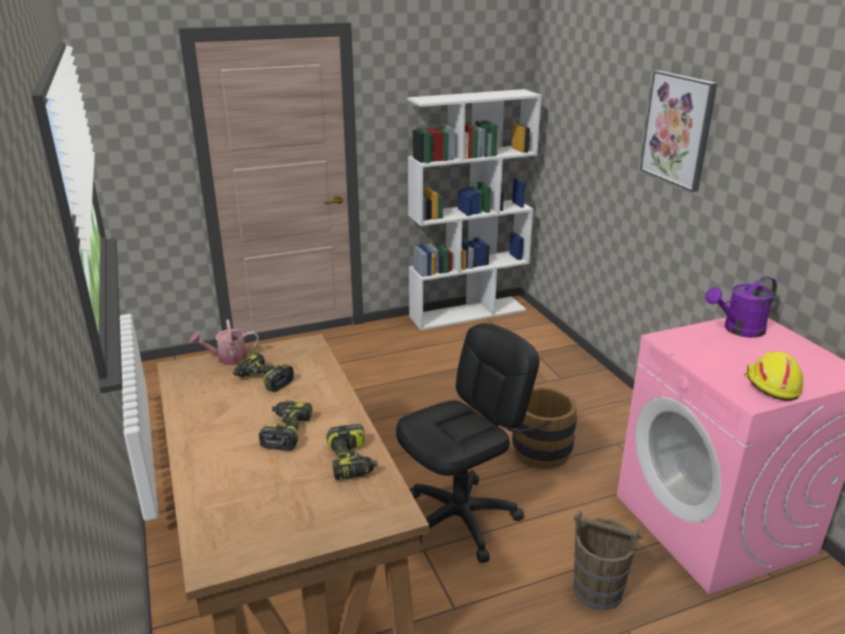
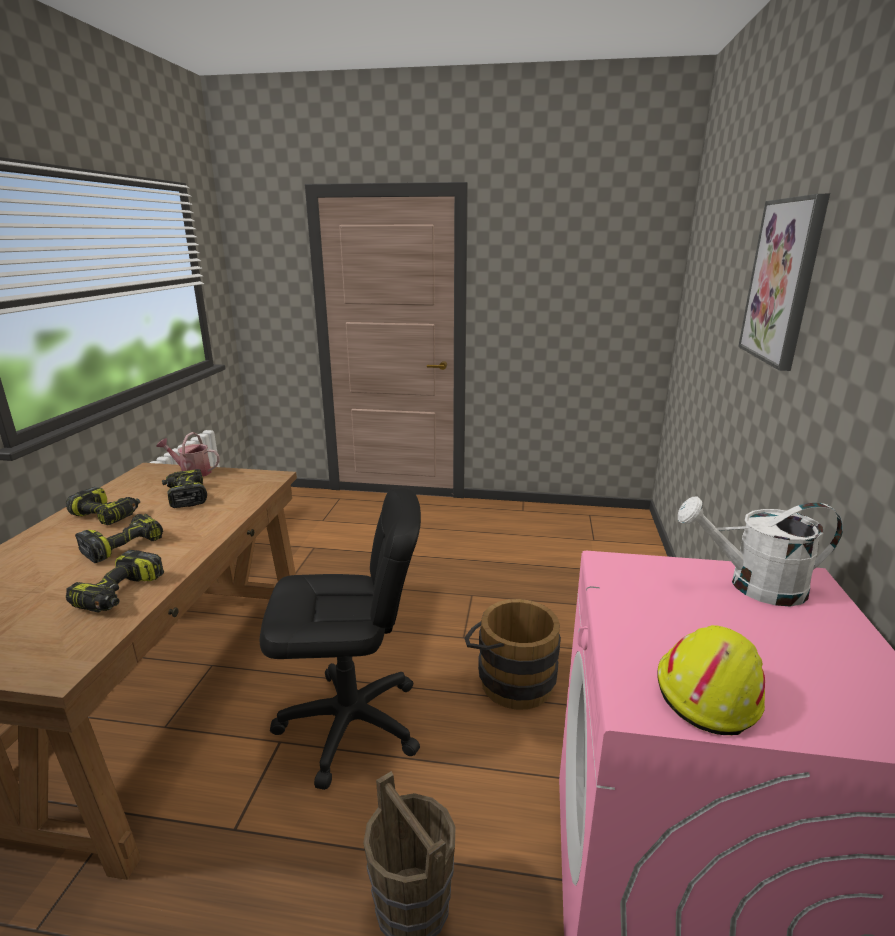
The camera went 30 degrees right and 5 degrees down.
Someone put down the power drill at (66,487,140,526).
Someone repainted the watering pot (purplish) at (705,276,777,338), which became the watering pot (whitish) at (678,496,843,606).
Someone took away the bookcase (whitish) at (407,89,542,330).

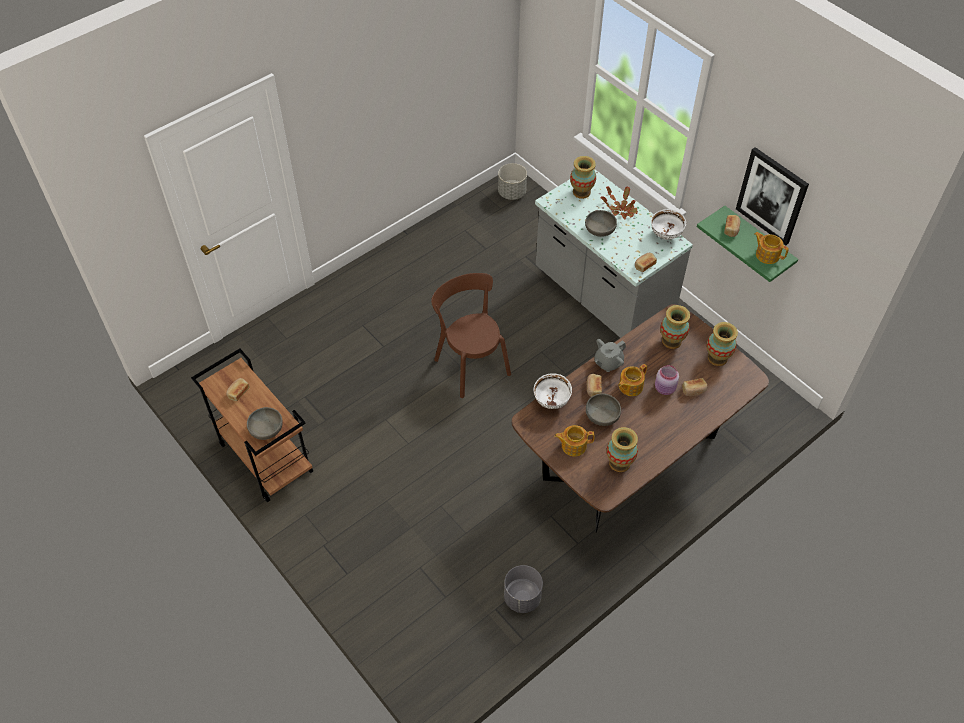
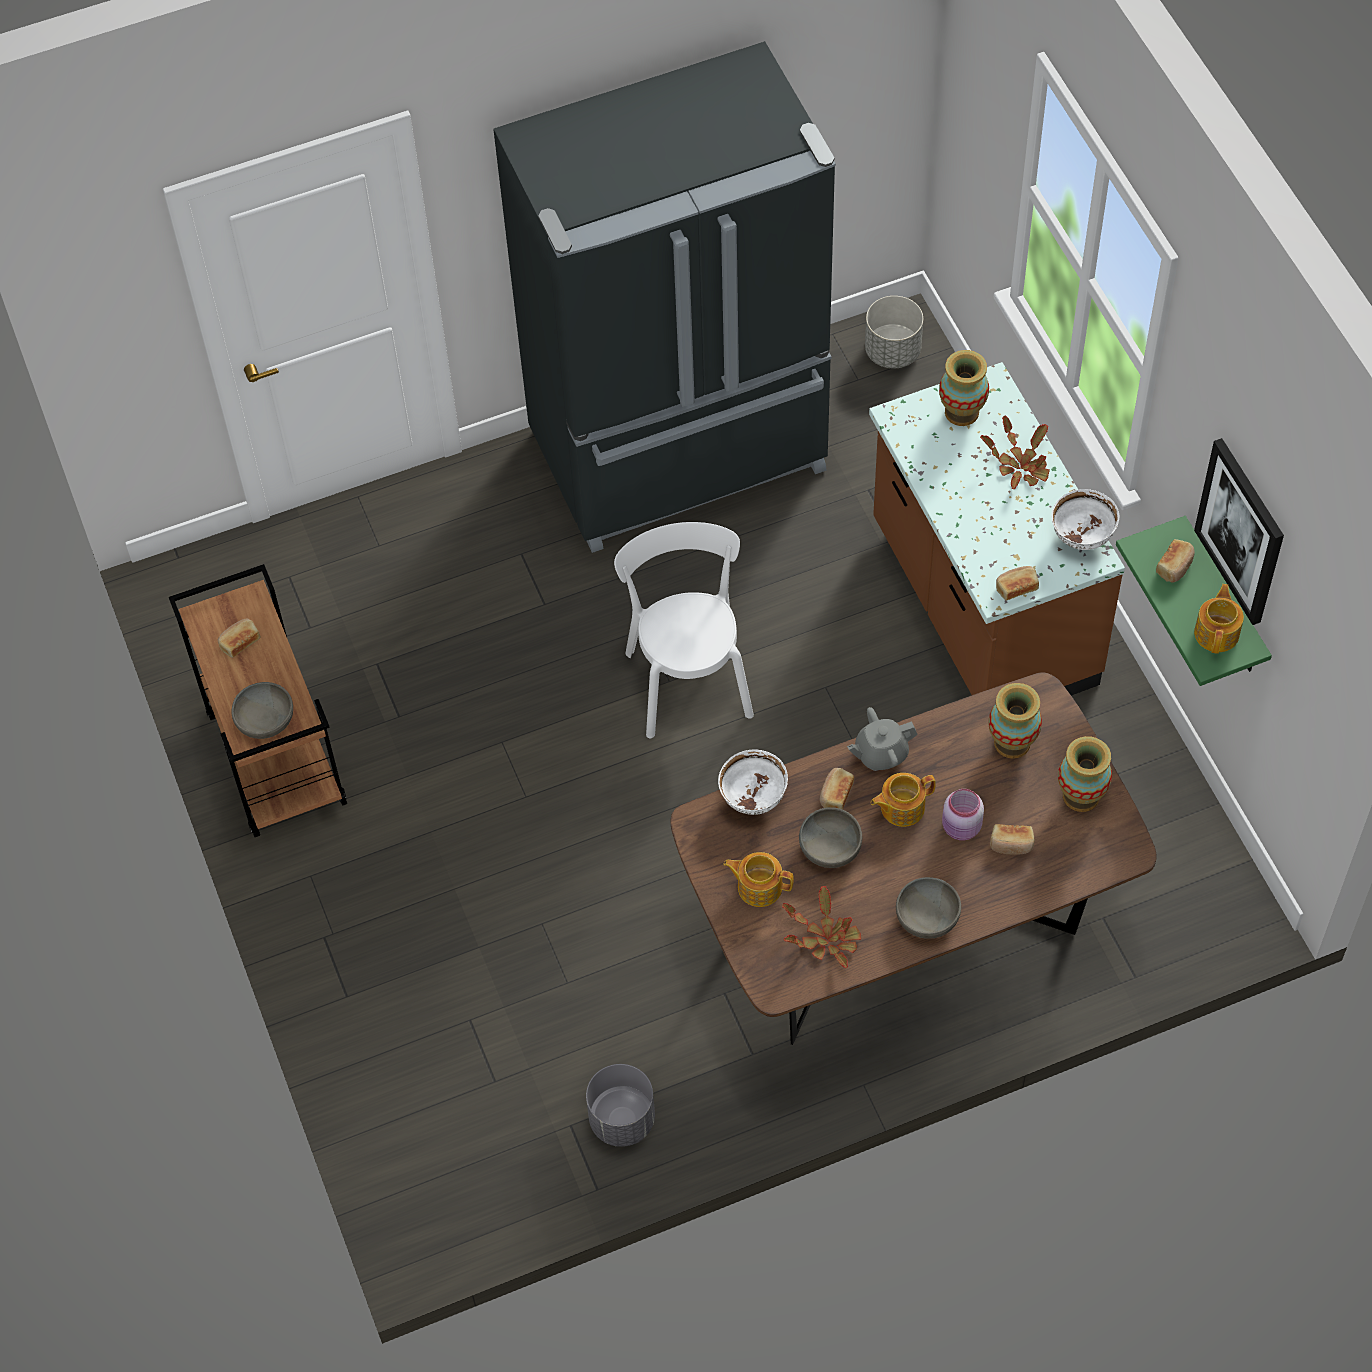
The camera went 20 degrees right and 5 degrees up.
Someone put down the kitchen fridge (blackish) at (493,41,836,553).
Someone repainted the chair (brown) at (431,273,511,398), which became the chair (whitish) at (614,522,754,739).
Someone swapped the decorative vase at (607,427,638,472) for the houseplant at (782,886,861,968).
Someone repainted the kitchen base unit (greyish) at (535,169,693,338), which became the kitchen base unit (brown) at (869,362,1125,696).
Someone carried the bowl (greyish) from (585,210,617,237) to (896,877,961,939).
Someone rotated the teapot at (754,232,789,264) by 45 degrees clockwise.

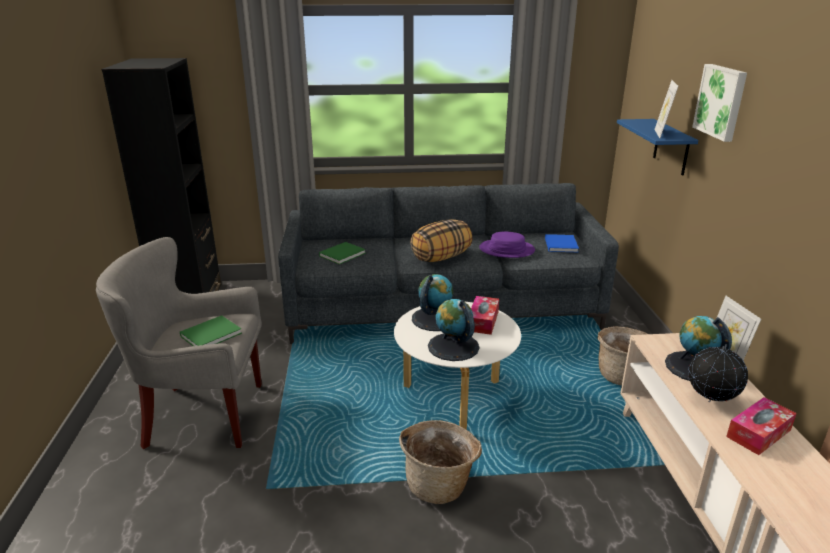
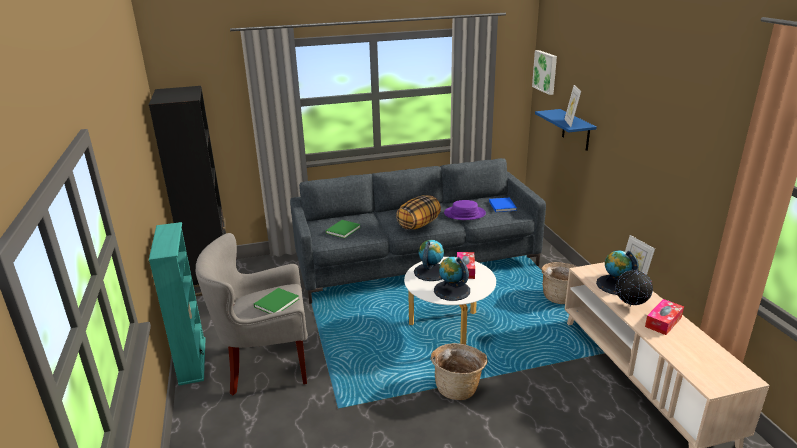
The camera went 10 degrees left and 0 degrees up.
Someone put down the bookcase (turquoise) at (149,222,206,386).
Someone carried the wall art from (692,64,747,142) to (532,50,557,95).

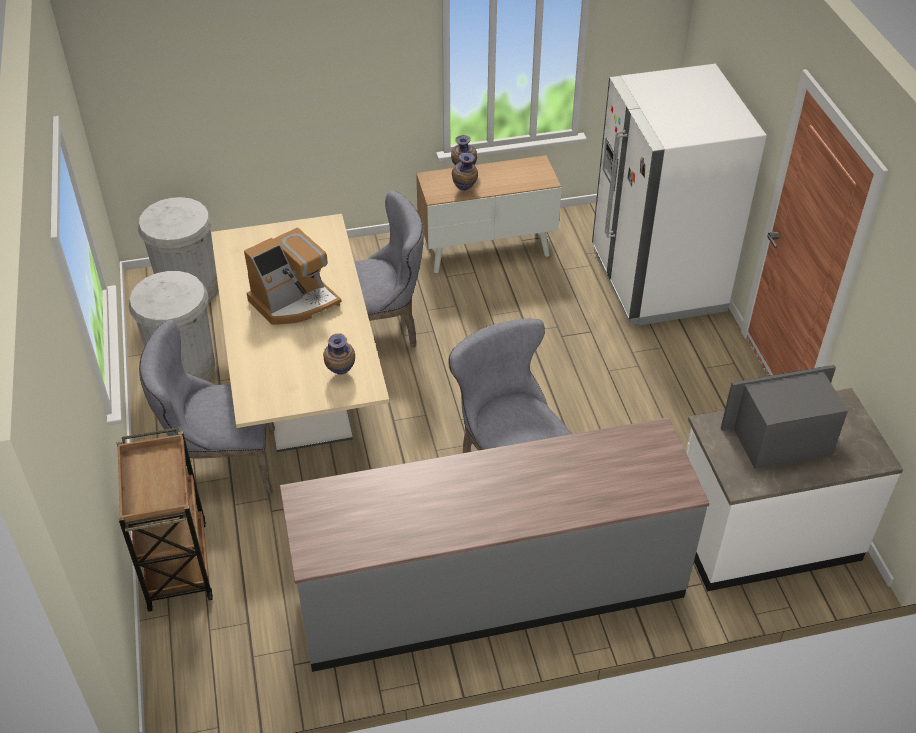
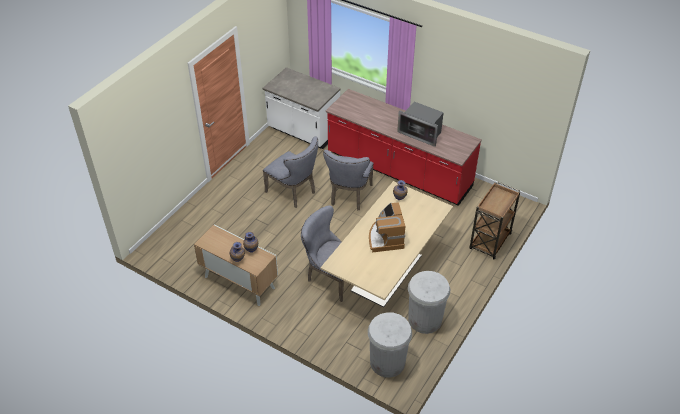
The camera went 135 degrees left and 0 degrees up.
Someone carried the chair (greyish) from (139,320,275,494) to (263,136,318,208).
Someone repainted the kitchen base unit (greyish) at (280,417,709,672), which became the kitchen base unit (red) at (326,89,482,206).
Someone rotated the coffee brewer at (244,227,342,325) by 105 degrees counterclockwise.
Someone carried the kitchen microwave from (721,365,848,469) to (397,102,444,147).
Someone took away the kitchen fridge (whitish) at (592,64,767,325).

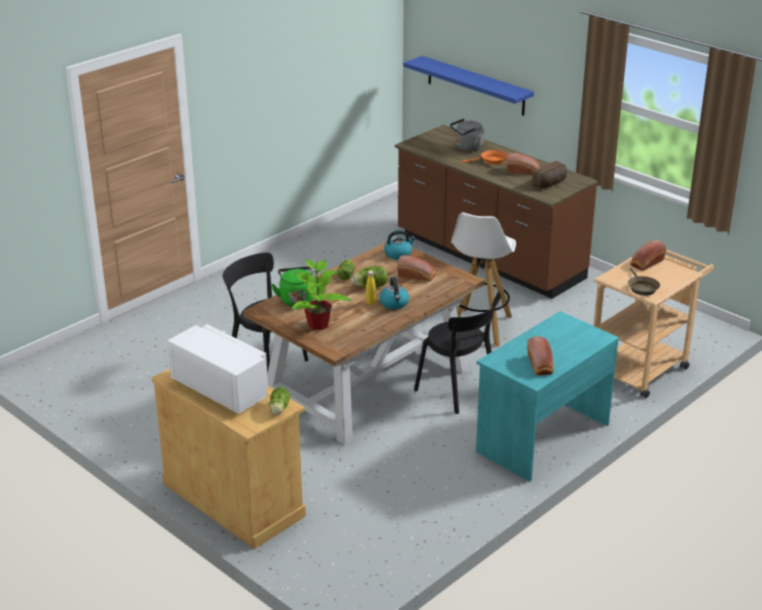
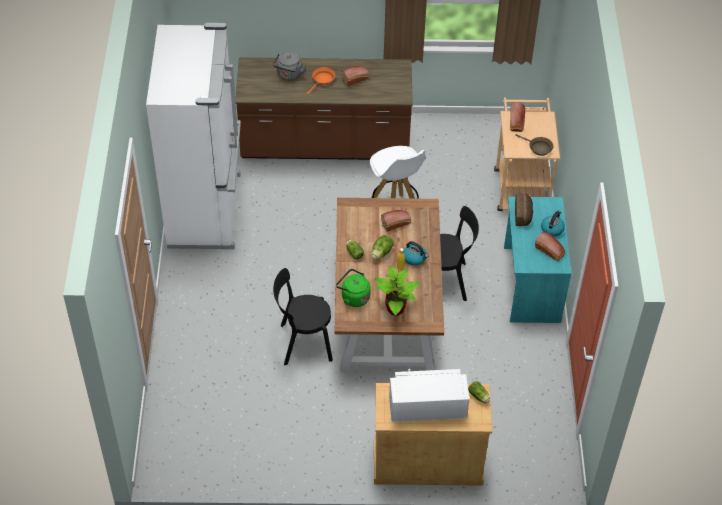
The camera went 45 degrees left and 20 degrees up.
Someone put down the kitchen fridge (whitish) at (146,23,241,249).
Someone carried the bread from (532,161,567,188) to (515,193,533,226).
Someone carried the tea kettle from (384,230,415,260) to (541,211,565,237).
Someone took away the shelf (blue-coloured) at (403,56,534,116).

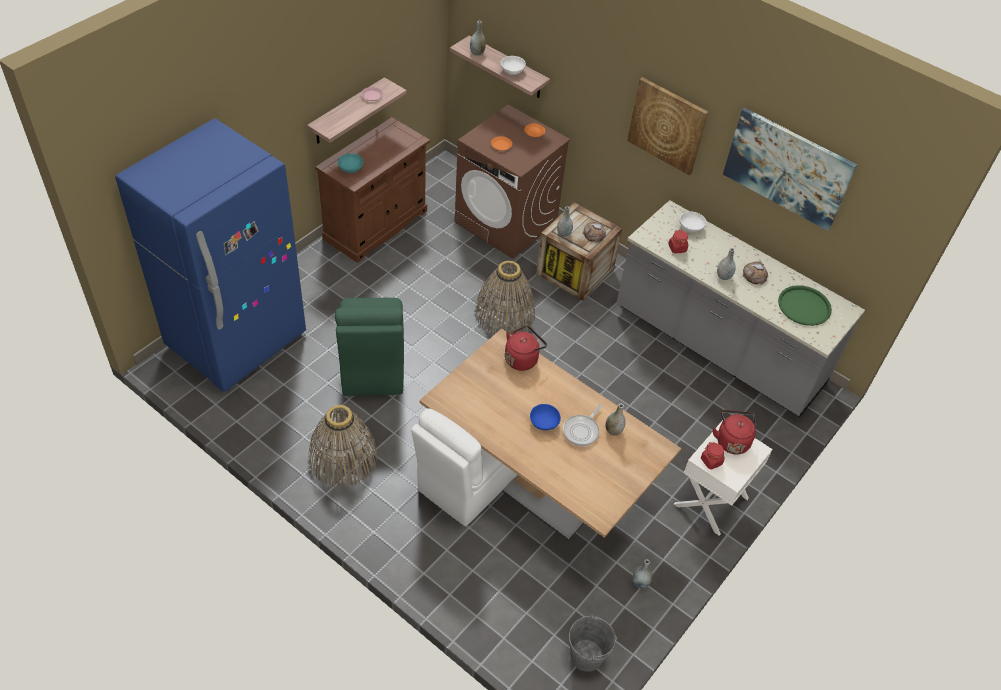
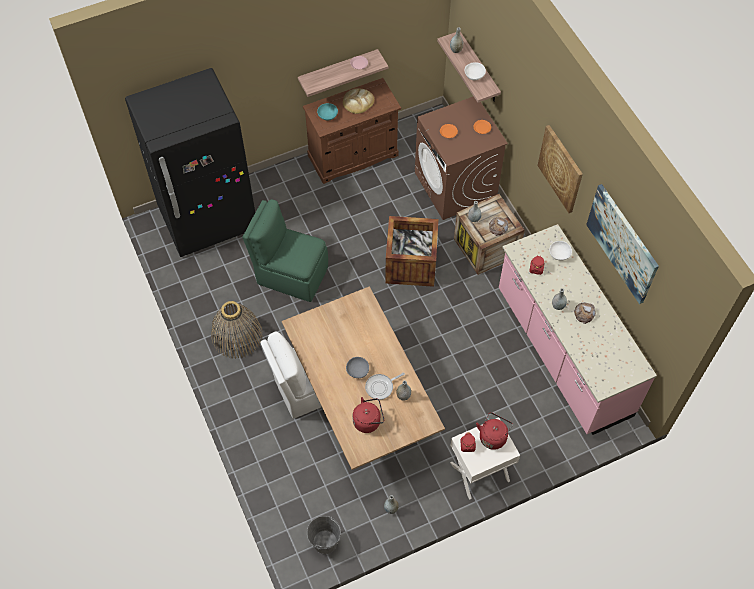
The camera went 30 degrees right and 10 degrees up.
Someone repainted the kitchen fridge (blue-coloured) at (115,118,306,392), which became the kitchen fridge (blackish) at (125,68,255,257).
Someone rotated the chair (greenish) at (335,298,404,396) by 90 degrees clockwise.
Someone put down the bread at (343,89,374,114).
Someone repainted the bowl (blue-coloured) at (530,404,561,430), which became the bowl (greyish) at (346,357,369,378).
Someone carried the tea kettle (red) from (505,325,547,371) to (353,397,384,433).
Someone swapped the storage basket at (475,261,535,334) for the crate at (385,216,438,287).
Someone repainted the kitchen base unit (greyish) at (616,200,865,417), which became the kitchen base unit (pink-coloured) at (499,224,657,435).
Someone took away the carrying tray (greenish) at (778,285,832,326).

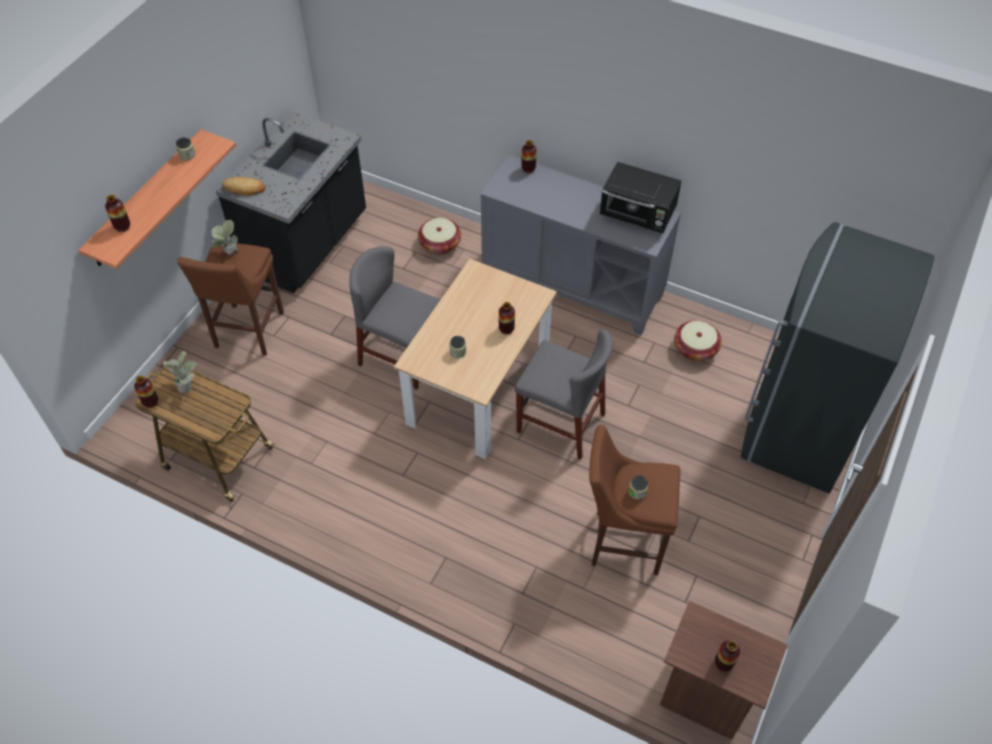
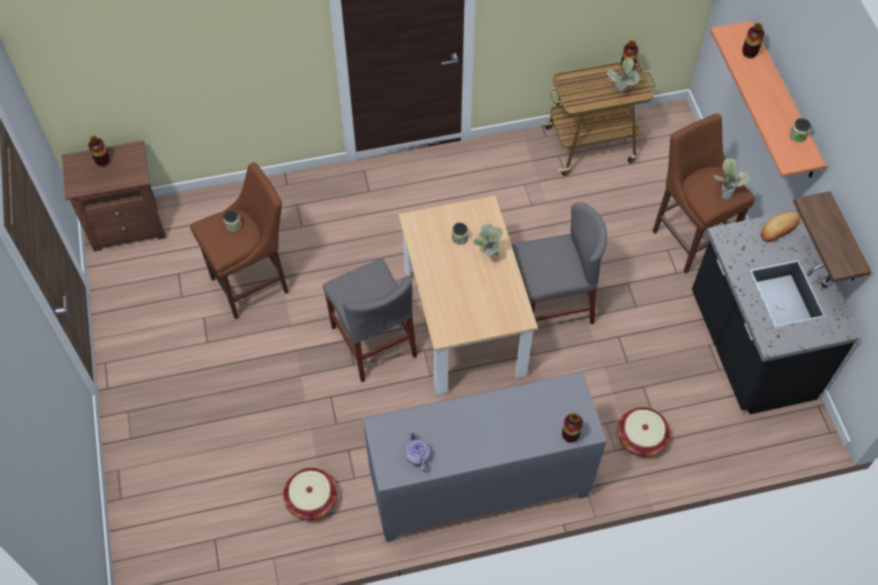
The camera went 140 degrees right and 5 degrees up.
Someone rotated the chair (greyish) at (515,330,612,460) by 105 degrees counterclockwise.
Someone swapped the kitchen microwave (blackish) at (600,162,682,233) for the teapot at (405,430,431,471).
Someone put down the houseplant at (473,224,503,256).
Someone put up the shelf at (793,191,872,282).
Someone took away the decorative vase at (499,302,515,335).
Someone took away the kitchen fridge (greyish) at (741,222,934,493).

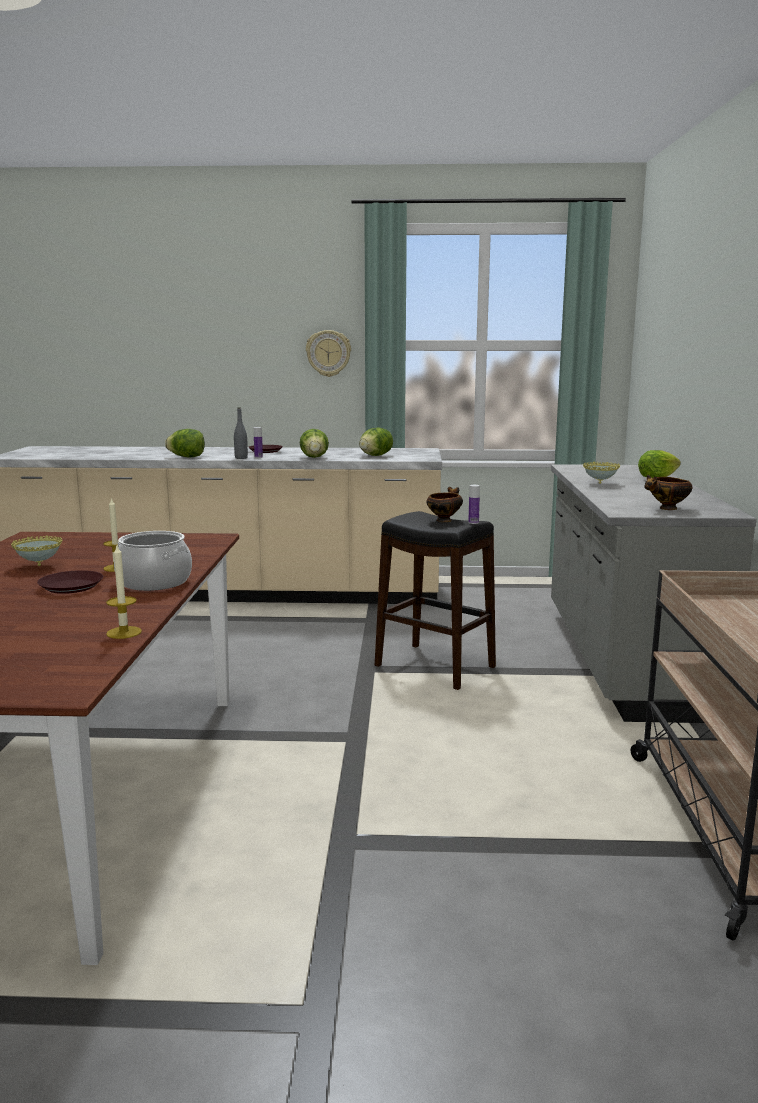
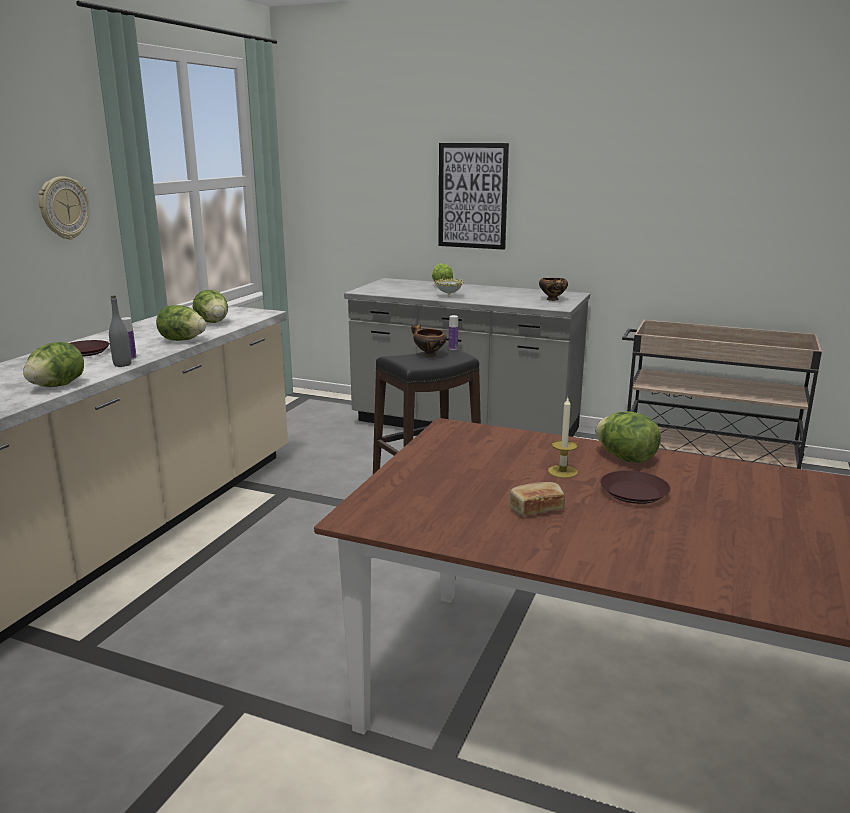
The camera went 70 degrees left and 5 degrees up.
Someone put up the wall art at (438,143,509,250).
Someone swapped the bowl at (11,535,62,566) for the bread at (510,482,565,516).
Someone swapped the cooking pot at (114,531,192,591) for the head of lettuce at (595,411,661,463).
Someone took away the wax light at (106,545,142,639).

